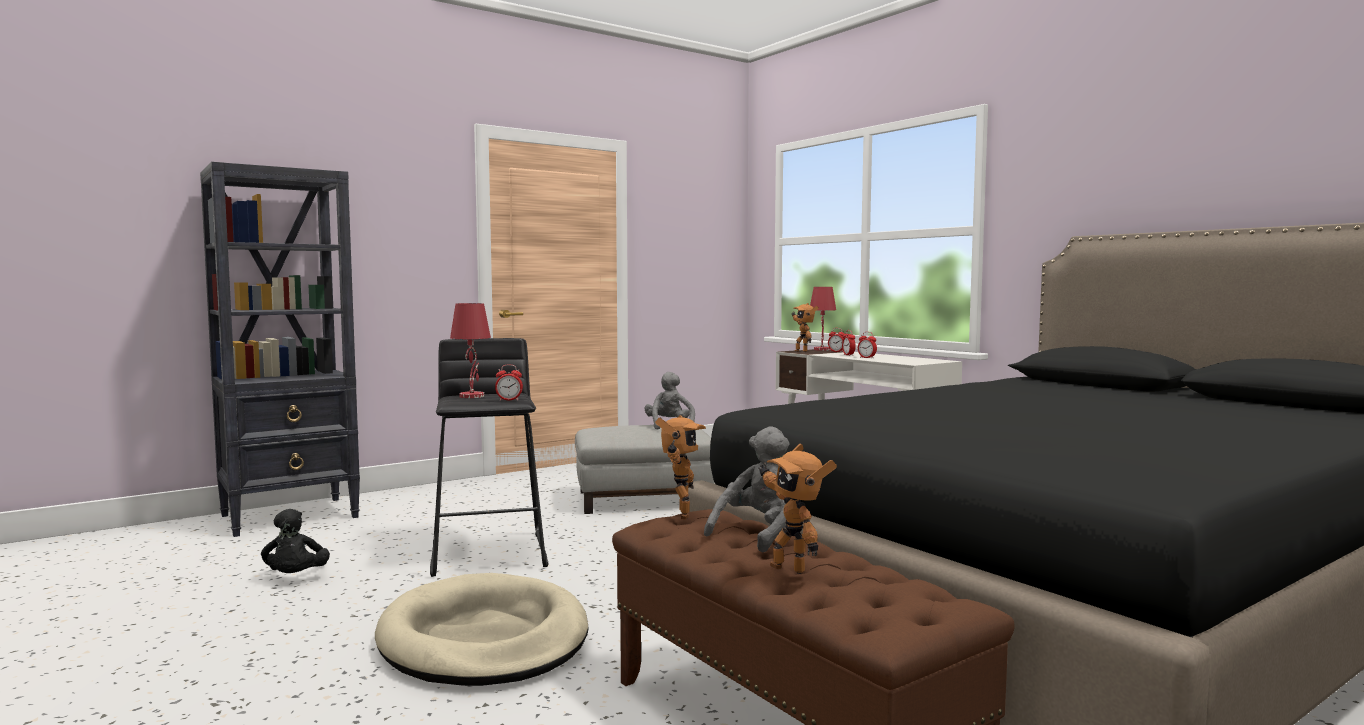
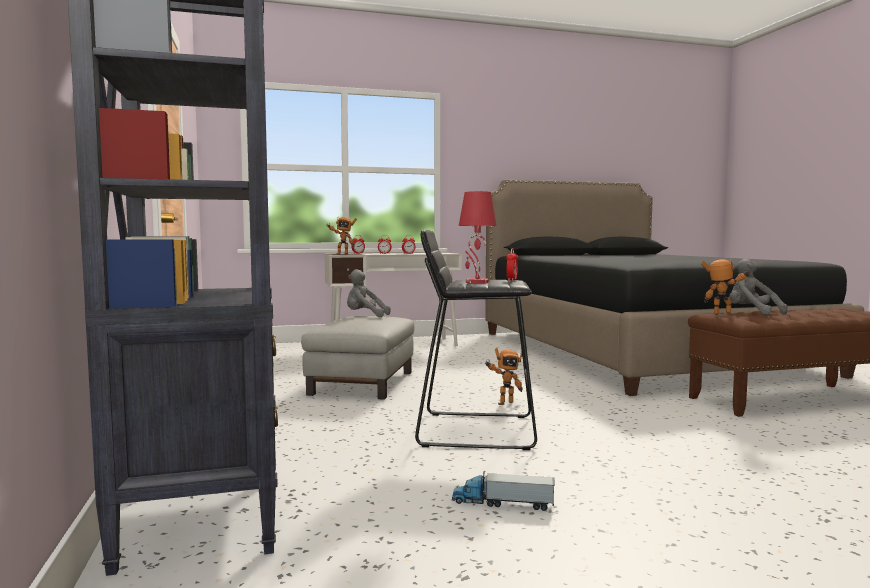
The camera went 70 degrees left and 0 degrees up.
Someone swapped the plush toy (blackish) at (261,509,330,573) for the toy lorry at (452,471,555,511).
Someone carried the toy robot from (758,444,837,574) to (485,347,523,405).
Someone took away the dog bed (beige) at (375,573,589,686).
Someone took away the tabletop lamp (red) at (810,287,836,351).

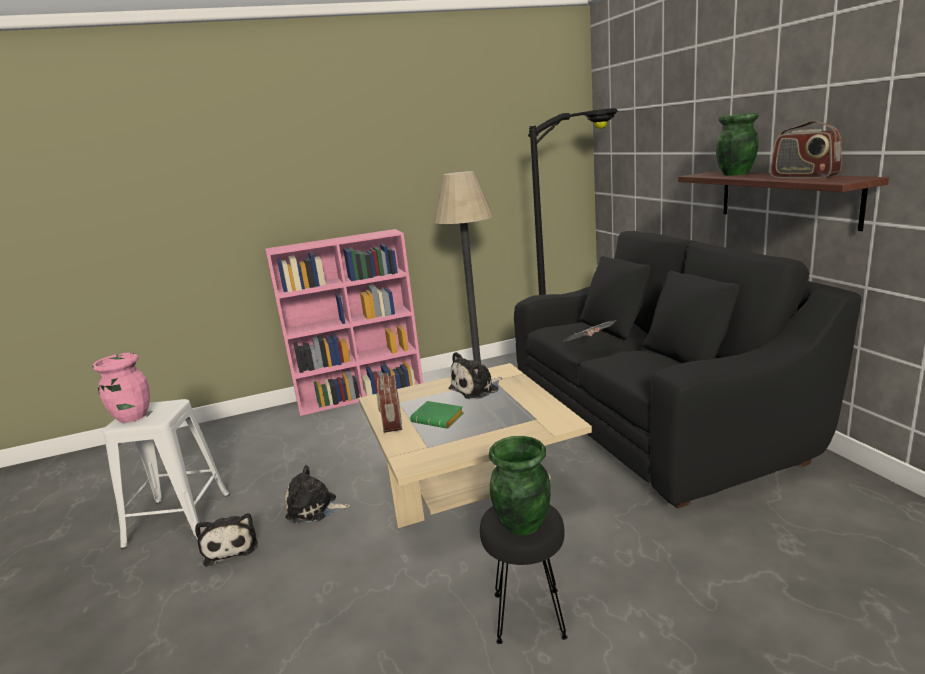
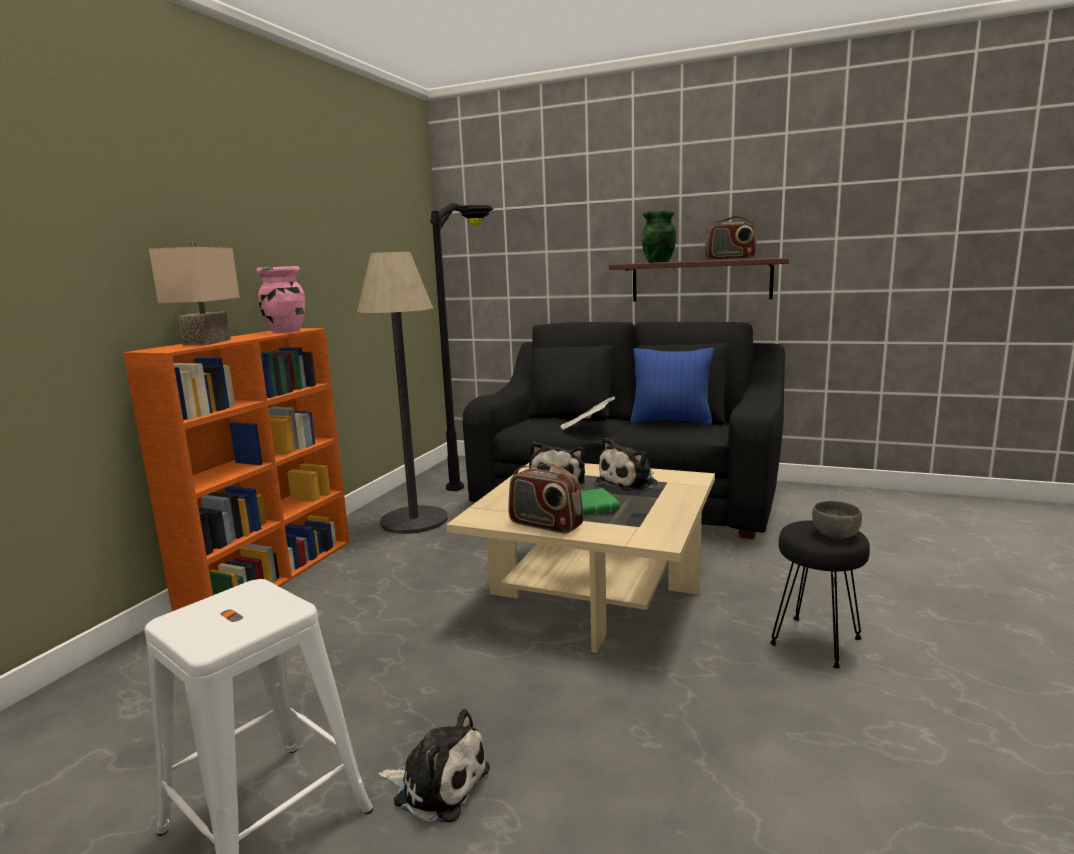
The camera went 50 degrees left and 5 degrees down.
Someone repainted the bookcase (pink-coloured) at (265,229,423,416), which became the bookcase (orangey) at (123,328,350,619).
Someone put down the tabletop lamp (beige) at (149,241,240,346).
Someone carried the decorative vase (pink-coloured) from (92,353,150,423) to (256,266,305,333).
Someone carried the plush toy from (285,465,350,523) to (596,438,658,491).
Someone put down the throw pillow (blue-coloured) at (630,348,714,425).
Someone swapped the decorative vase (greenish) at (489,436,551,535) for the bowl (greyish) at (812,501,862,539).

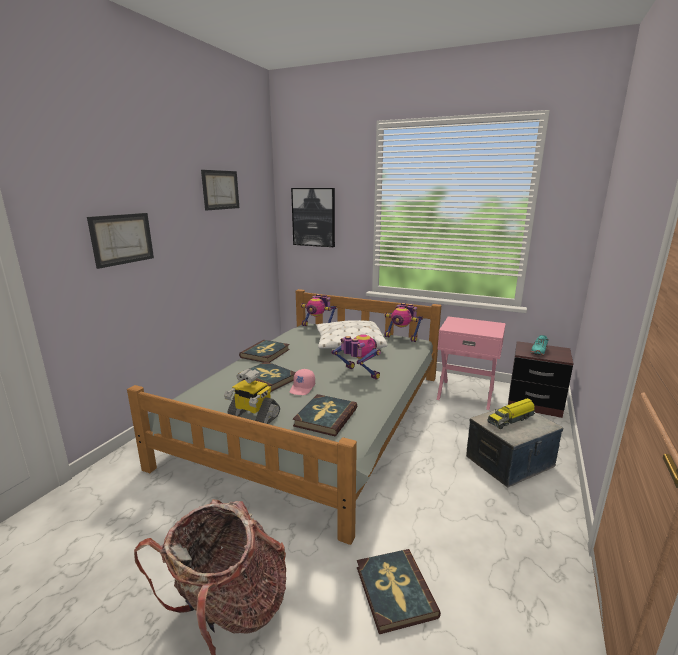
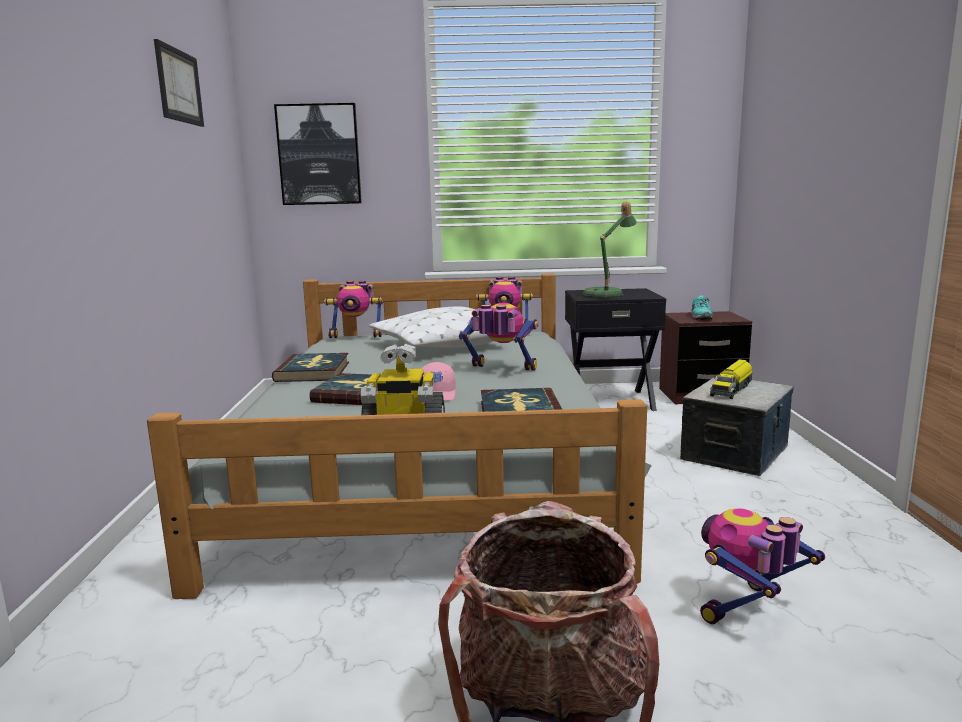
The camera went 25 degrees left and 5 degrees down.
Someone repainted the nightstand (pink-coloured) at (437,316,506,410), which became the nightstand (blackish) at (565,288,666,411).
Someone put down the tabletop lamp at (582,201,637,299).
Someone swapped the volume at (357,549,441,634) for the toy robot at (700,508,825,624).
Someone took away the wall art at (87,213,154,269).

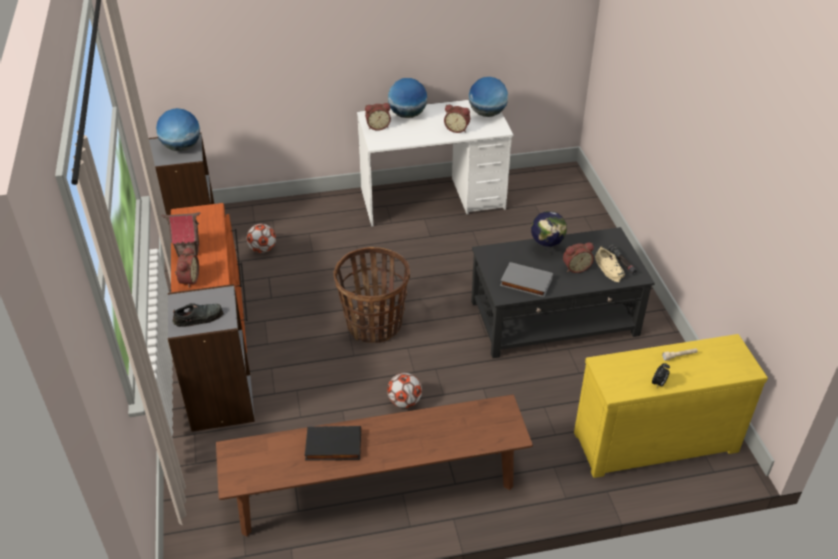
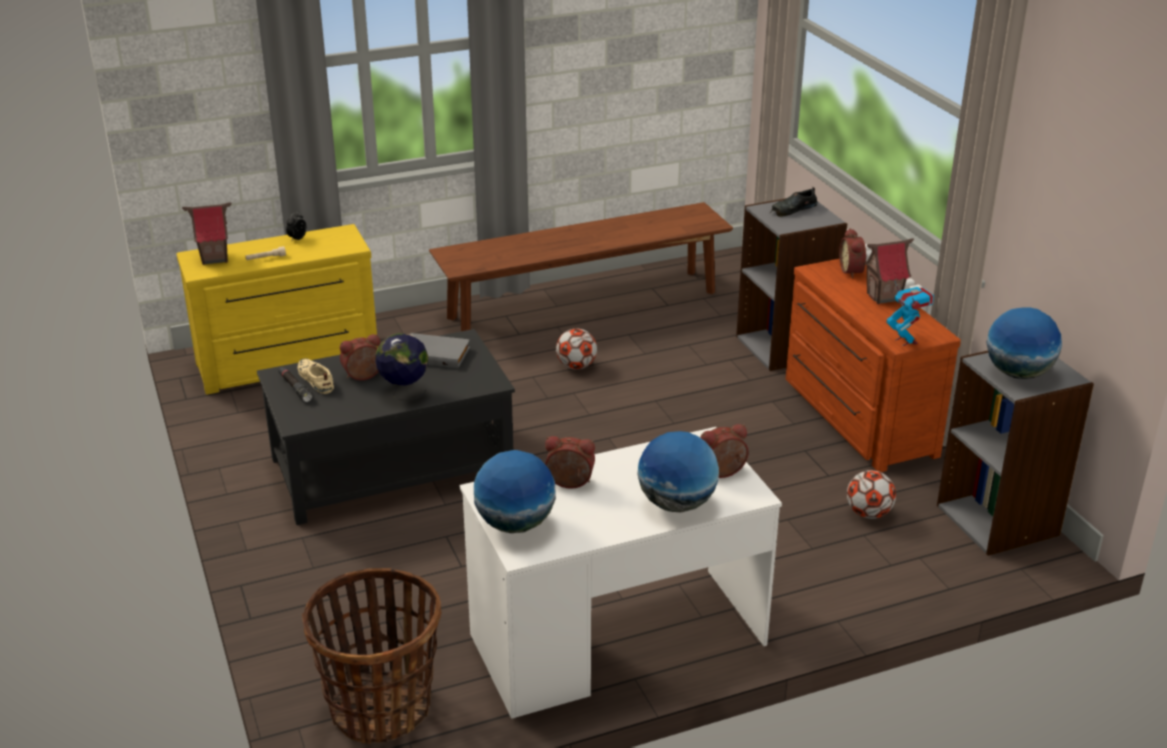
The camera went 170 degrees right and 10 degrees down.
Someone put down the miniature house at (182,202,232,265).
Someone carried the storage basket from (333,247,410,343) to (302,568,442,745).
Someone put down the toy robot at (886,280,934,346).
Someone took away the volume (blackish) at (305,426,361,461).

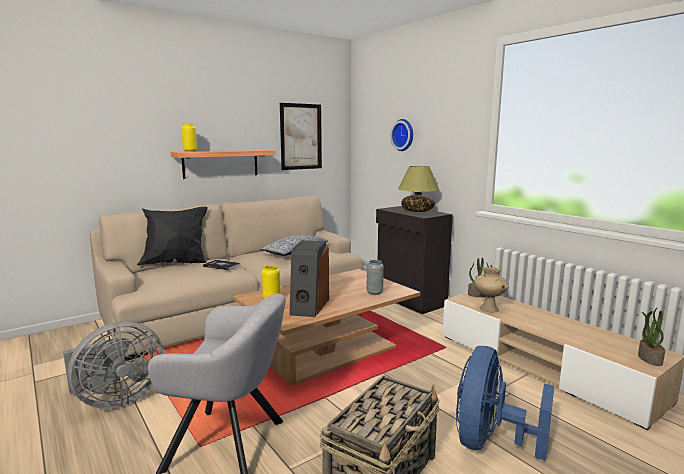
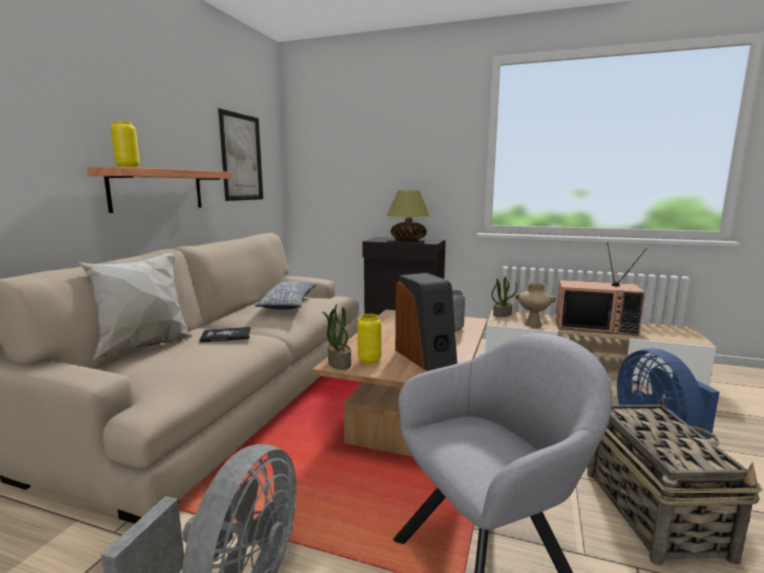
The camera went 35 degrees left and 0 degrees up.
Someone repainted the throw pillow (blackish) at (137,207,208,266), which became the throw pillow (whitish) at (78,252,192,361).
Someone carried the houseplant from (638,308,665,366) to (322,304,351,370).
Someone put down the TV at (556,242,647,336).
Someone took away the clock on the wall at (390,119,413,151).

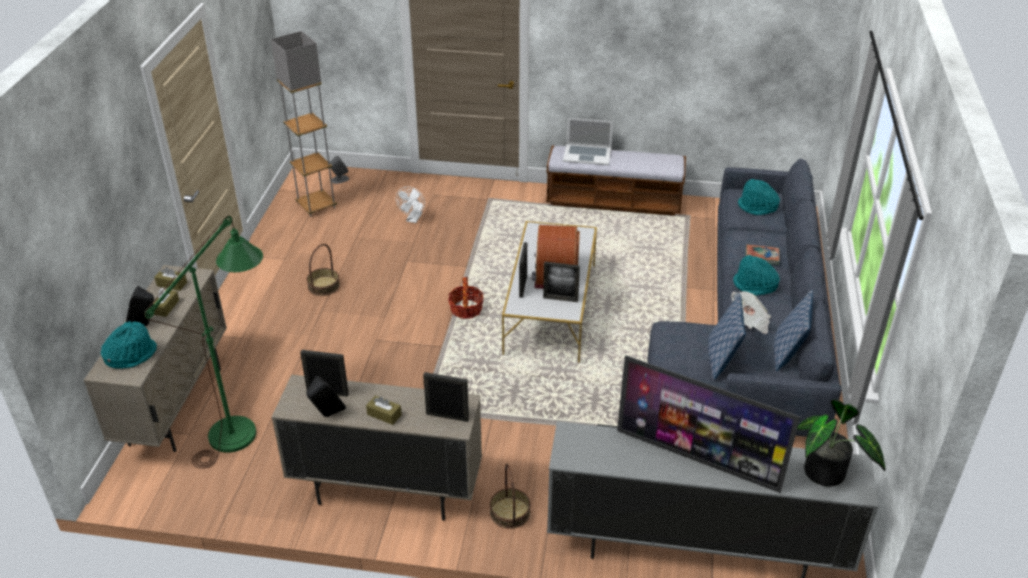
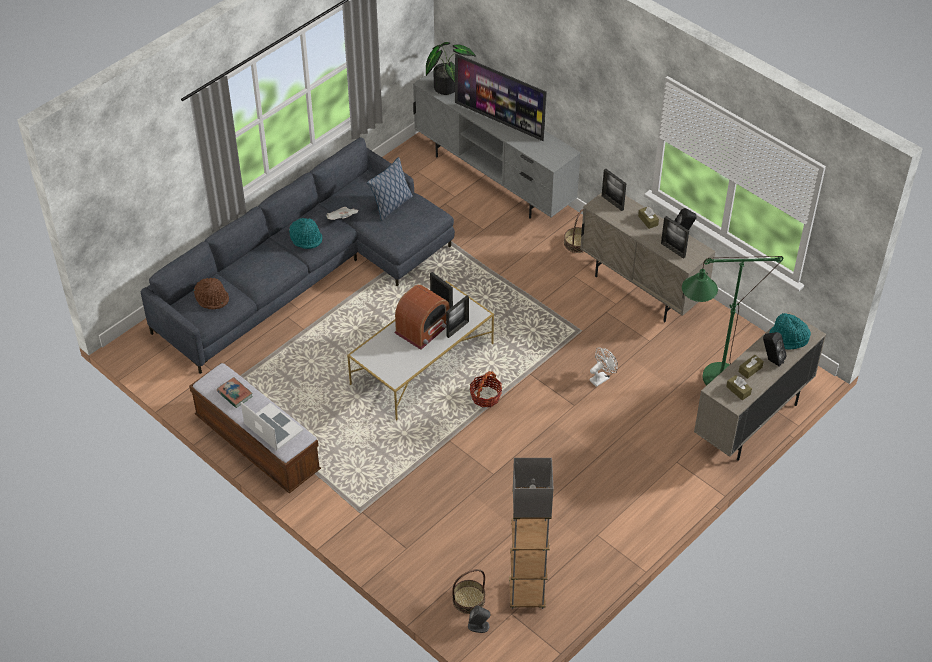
The camera went 145 degrees left and 10 degrees up.
Someone repainted the wearable hat (turquoise) at (738,179,780,215), which became the wearable hat (brown) at (194,278,229,310).
Someone carried the volume from (746,244,780,265) to (217,377,253,408).
Someone carried the storage basket from (307,244,340,296) to (452,569,485,614).
Someone rotated the TV at (617,355,800,493) by 150 degrees clockwise.
Someone carried the cooling fan (whitish) from (396,187,425,223) to (589,347,618,387).
Someone took away the throw pillow at (774,290,813,371).

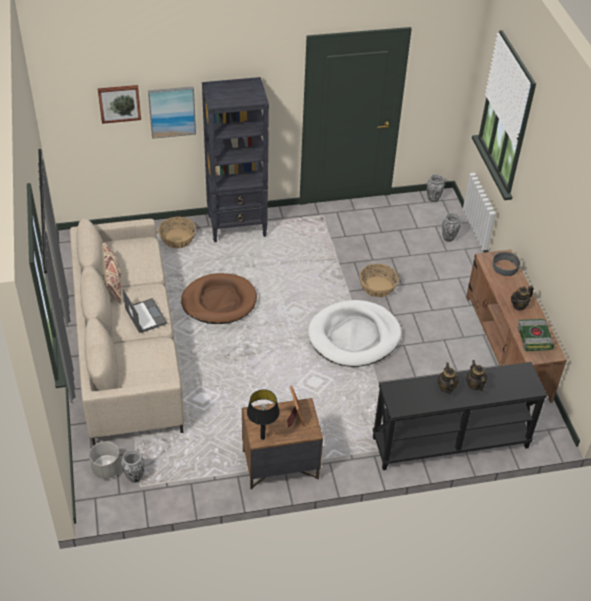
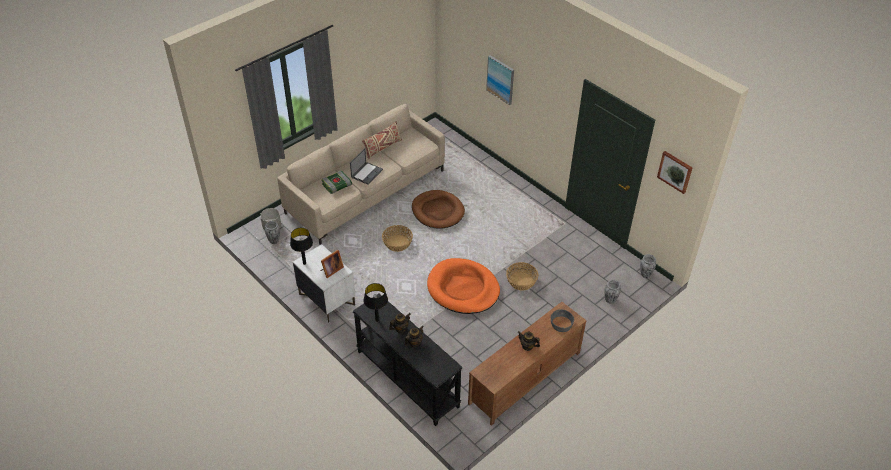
The camera went 60 degrees right and 0 degrees up.
Someone repainted the nightstand (brown) at (242,398,323,490), which became the nightstand (whitish) at (293,244,355,323).
Someone carried the volume from (517,319,554,351) to (322,170,352,194).
Someone put down the tabletop lamp (blackish) at (363,283,388,322).
Someone carried the storage basket from (158,217,196,248) to (382,225,413,252).
Someone repainted the dog bed (whitish) at (308,300,401,367), which became the dog bed (orangey) at (427,258,500,314).
Someone carried the wall art from (98,85,141,124) to (657,151,693,194).
Someone took away the bookcase (blackish) at (202,77,269,242).

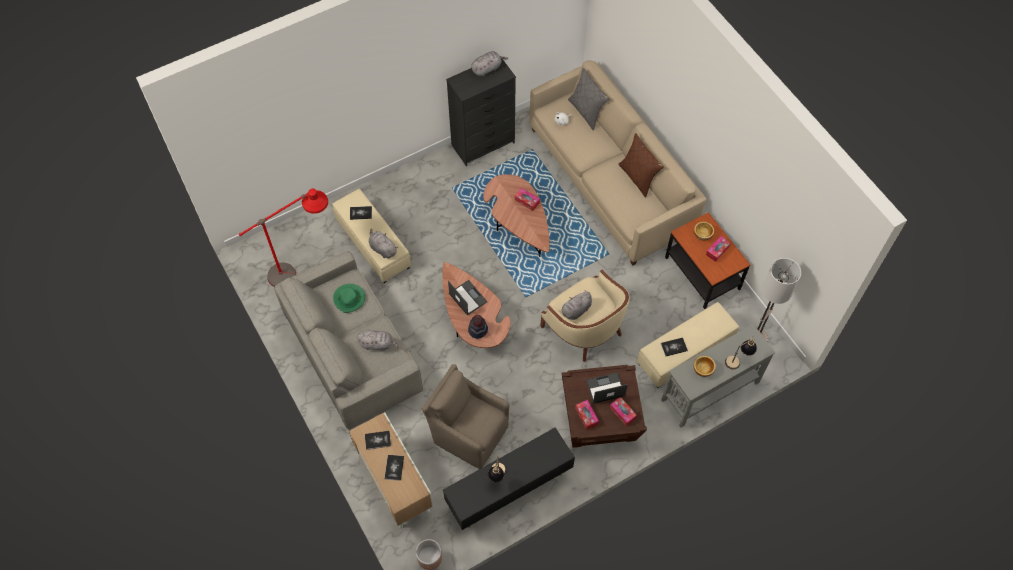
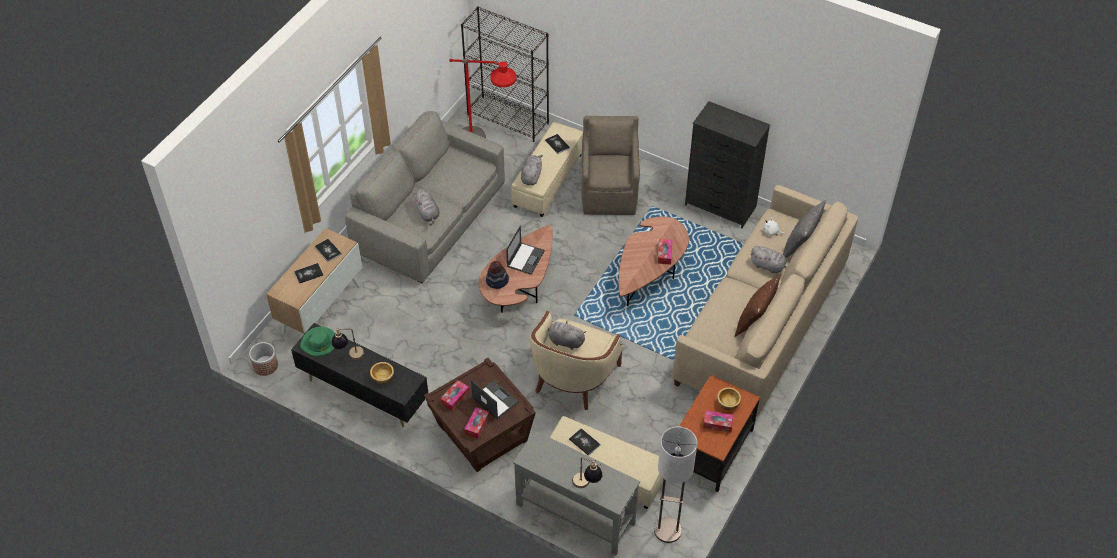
The camera went 60 degrees right and 10 degrees down.
Someone carried the wearable hat (greenish) from (333,284,365,313) to (300,327,335,357).
Someone carried the bowl from (694,356,716,377) to (370,362,394,384).
Someone put down the bookcase (blackish) at (461,6,549,142).
Someone carried the easy chair (brown) from (422,364,510,469) to (581,116,640,215).
Someone carried the plush toy (greyish) from (471,51,508,77) to (750,246,787,273).

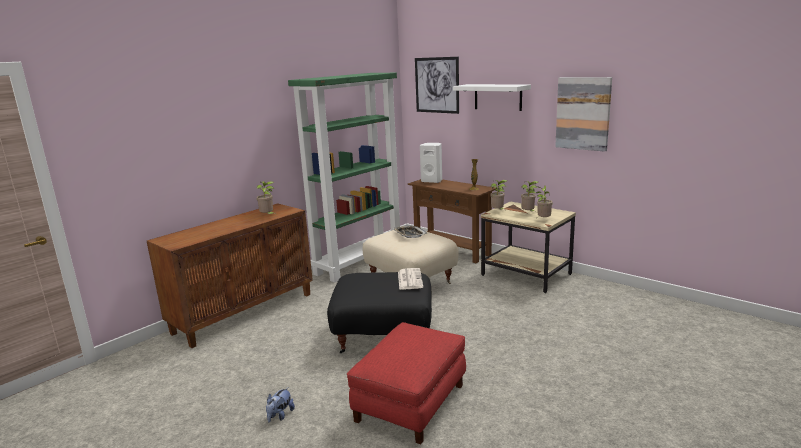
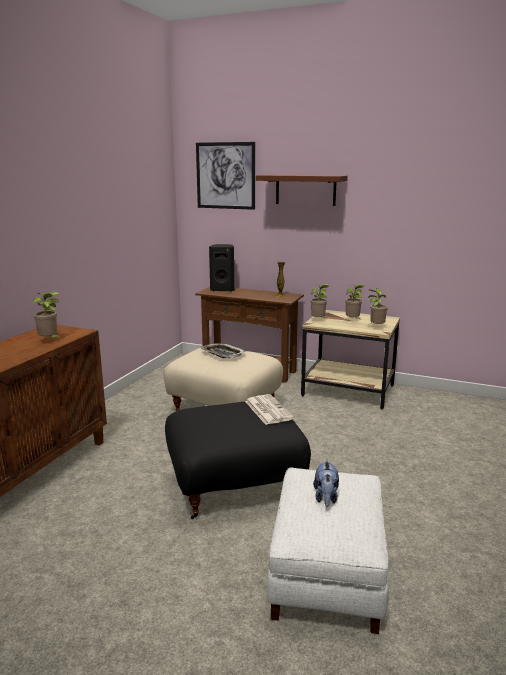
The camera went 20 degrees left and 0 degrees up.
Someone repainted the loudspeaker (whitish) at (420,143,442,183), which became the loudspeaker (blackish) at (209,244,234,292).
Someone repainted the shelf (whitish) at (453,84,531,111), which became the shelf (brown) at (256,175,348,206).
Someone repainted the ottoman (red) at (347,322,466,444), which became the ottoman (whitish) at (267,467,389,634).
Someone carried the plush toy from (266,387,295,422) to (313,459,339,507).
Someone took away the bookcase (greenish) at (288,73,400,283).
Someone took away the wall art at (555,77,612,152).

